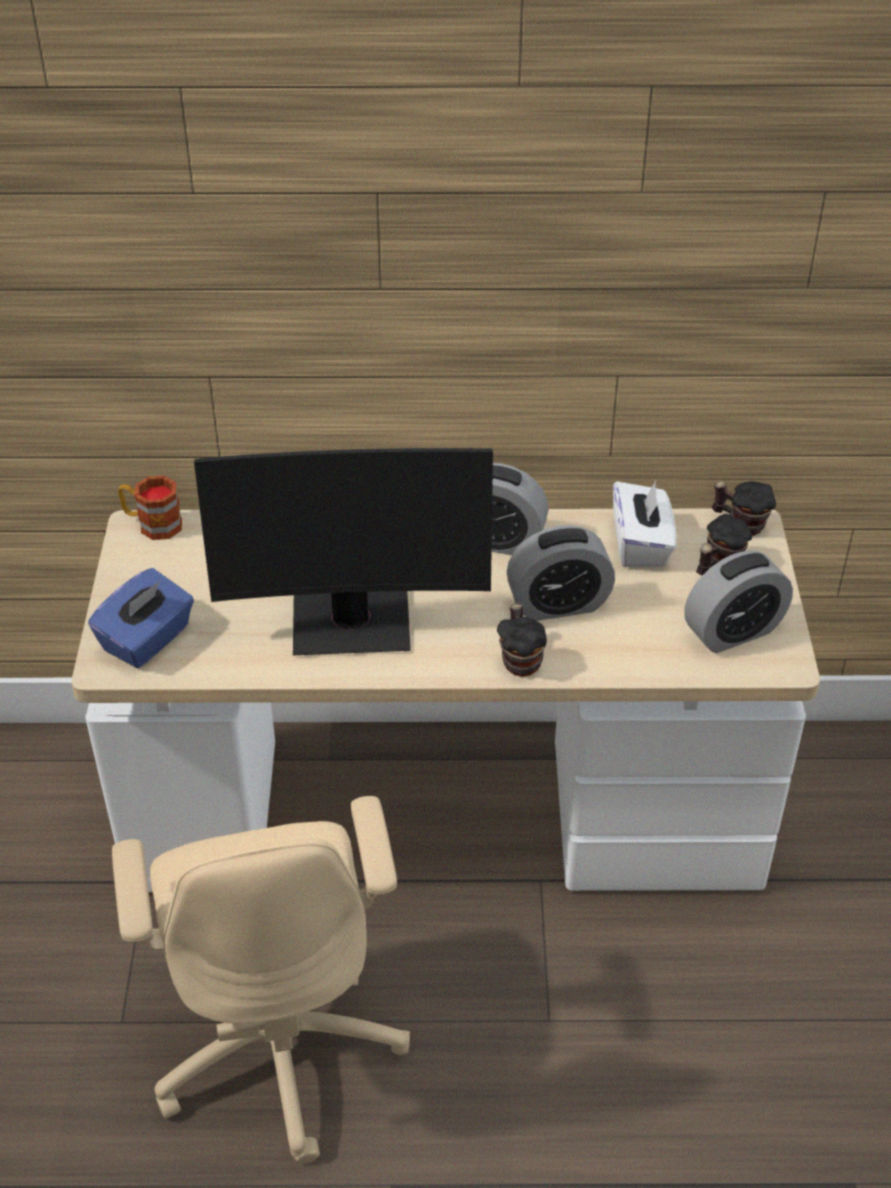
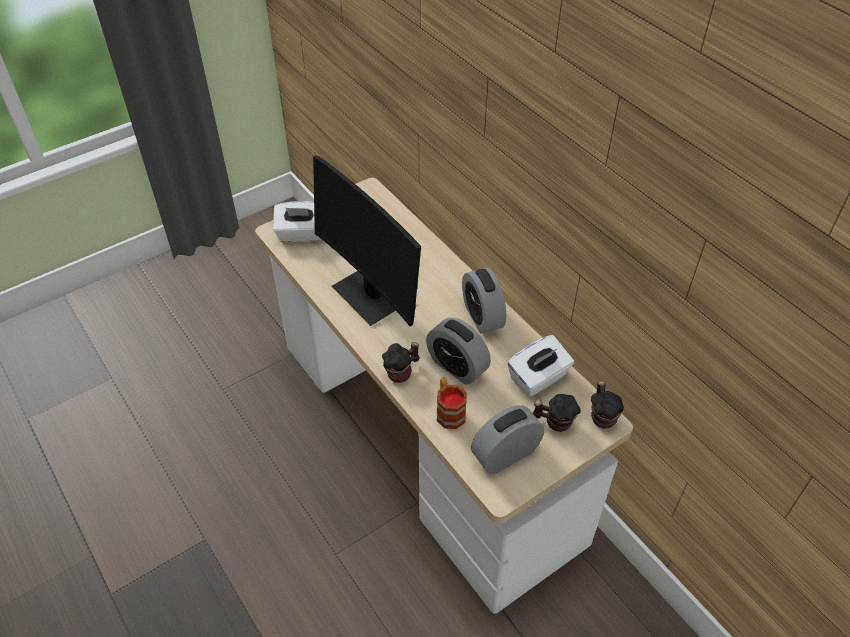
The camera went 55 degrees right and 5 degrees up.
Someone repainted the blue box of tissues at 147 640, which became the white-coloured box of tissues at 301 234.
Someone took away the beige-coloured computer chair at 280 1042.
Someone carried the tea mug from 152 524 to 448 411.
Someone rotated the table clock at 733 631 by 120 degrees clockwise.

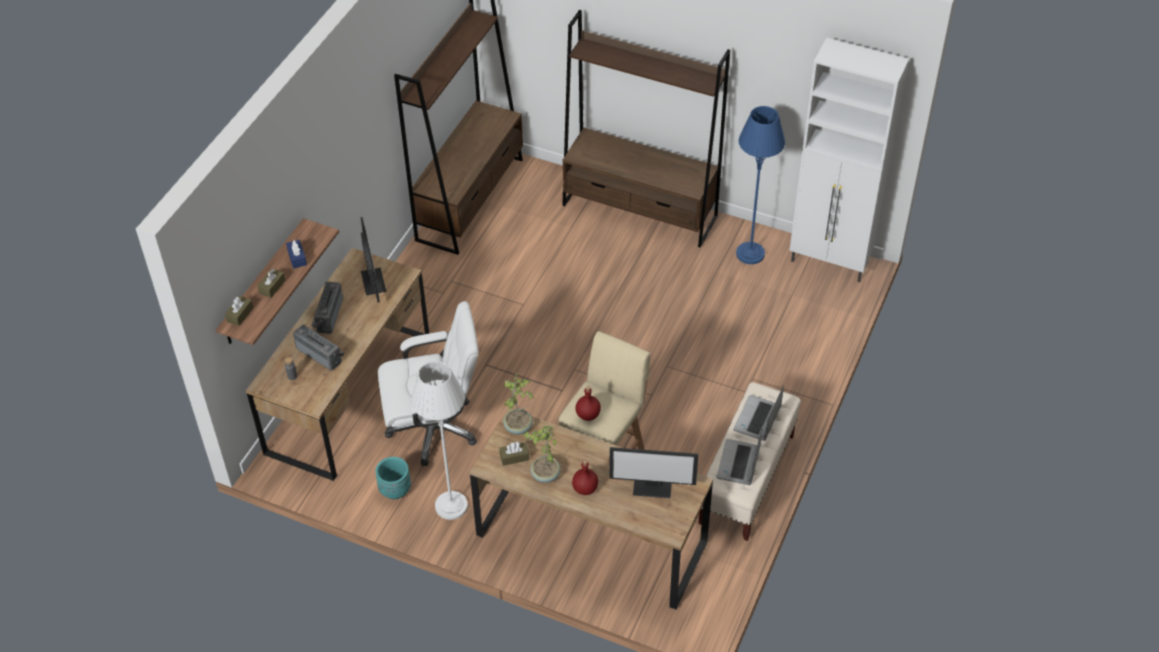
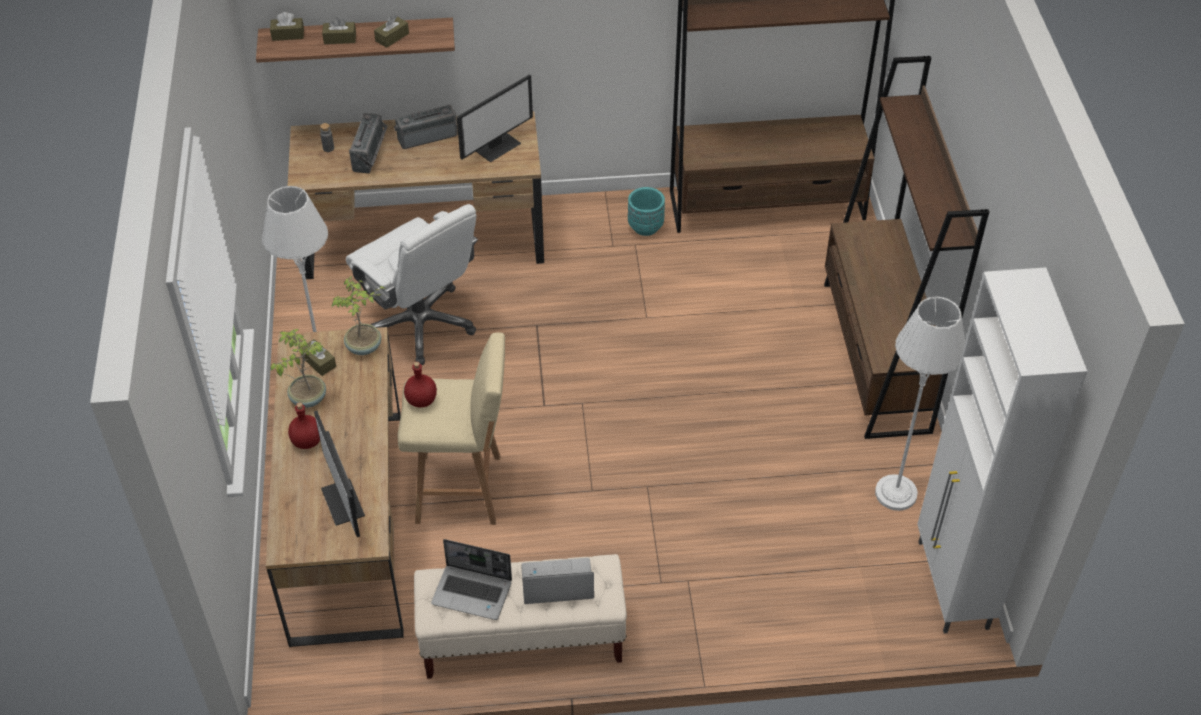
The camera went 60 degrees right and 0 degrees up.
Someone repainted the blue box of tissues at 297 258, which became the brown box of tissues at 392 37.
Someone carried the turquoise-coloured flower pot from 395 490 to 645 227.
Someone rotated the portable computer at 739 464 by 150 degrees counterclockwise.
Someone repainted the blue standing lamp at 750 254, which became the white-coloured standing lamp at 896 493.

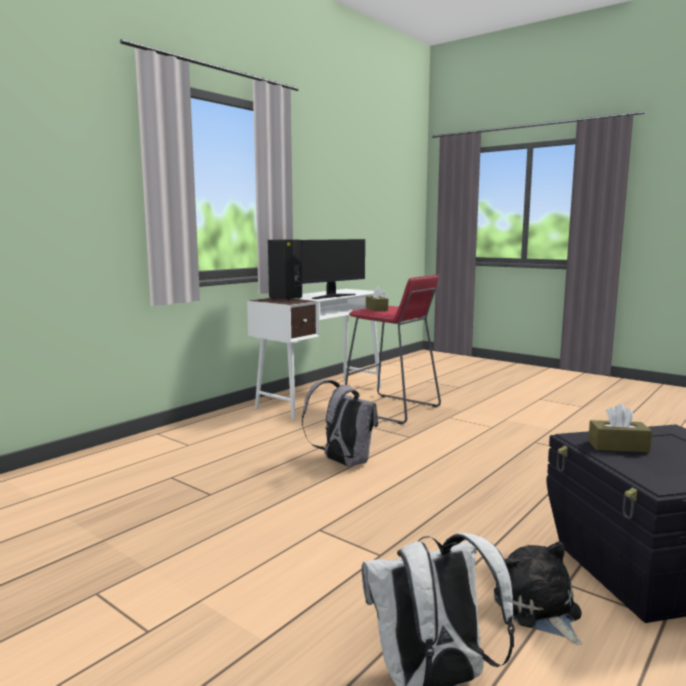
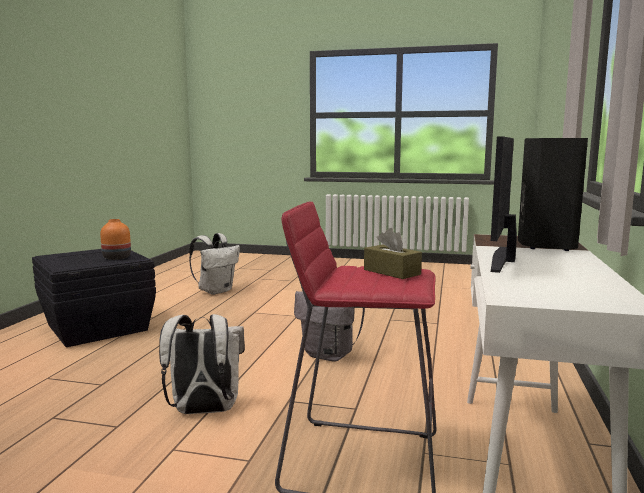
The camera went 155 degrees right and 0 degrees up.
Someone took away the cuddly toy at 538 609.
Someone swapped the brown box of tissues at 618 446 for the orangey flower vase at 117 257.
Someone put down the white-coloured rucksack at 203 411.

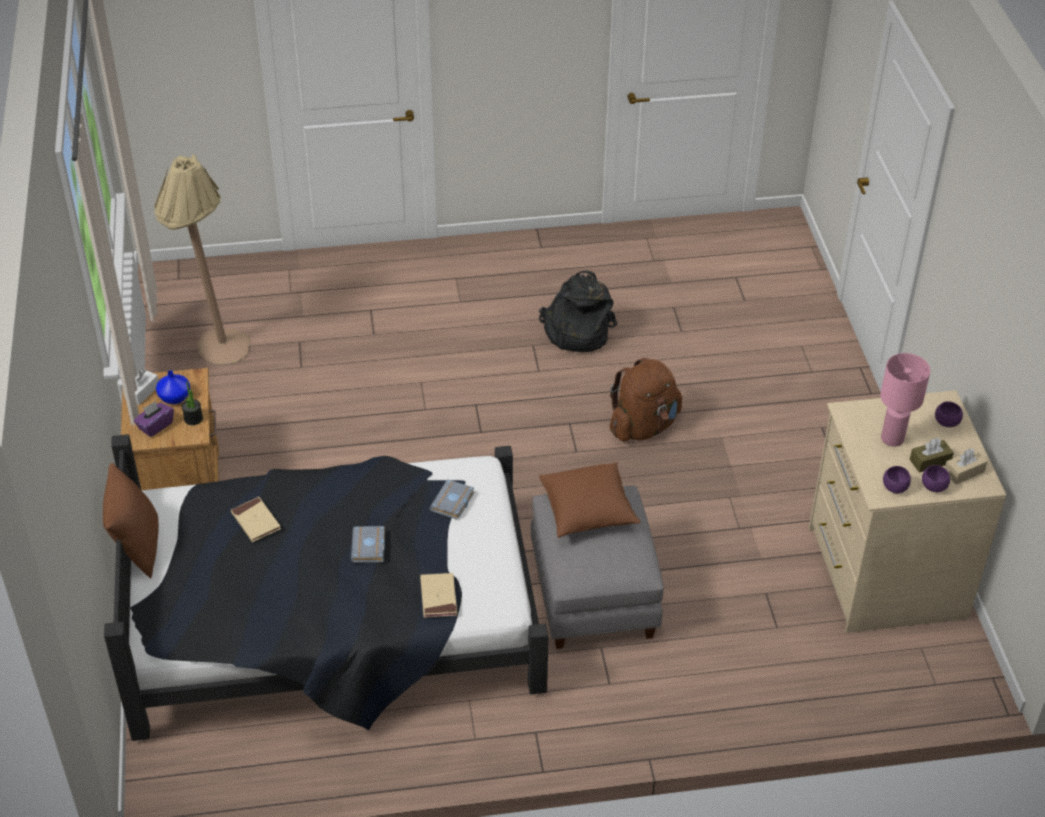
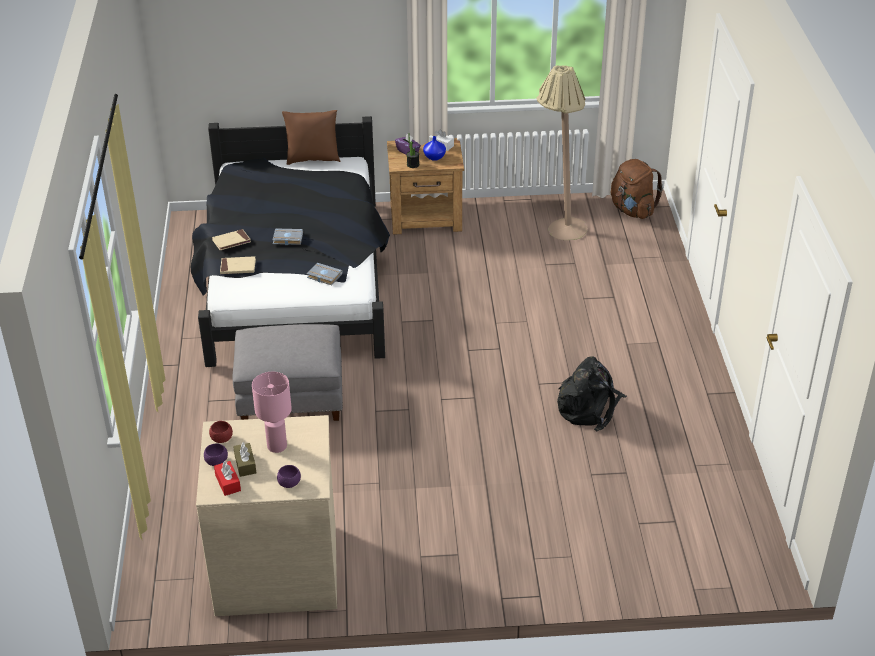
The camera went 95 degrees right and 5 degrees down.
Someone carried the beige-coloured volume from 256 521 to 231 241.
Someone took away the brown pillow at 588 511.
Someone carried the brown rucksack from 643 426 to 632 210.
Someone repainted the purple-coloured bowl at 895 487, which became the red-coloured bowl at 221 438.
Someone repainted the beige-coloured box of tissues at 964 472, which became the red-coloured box of tissues at 228 483.

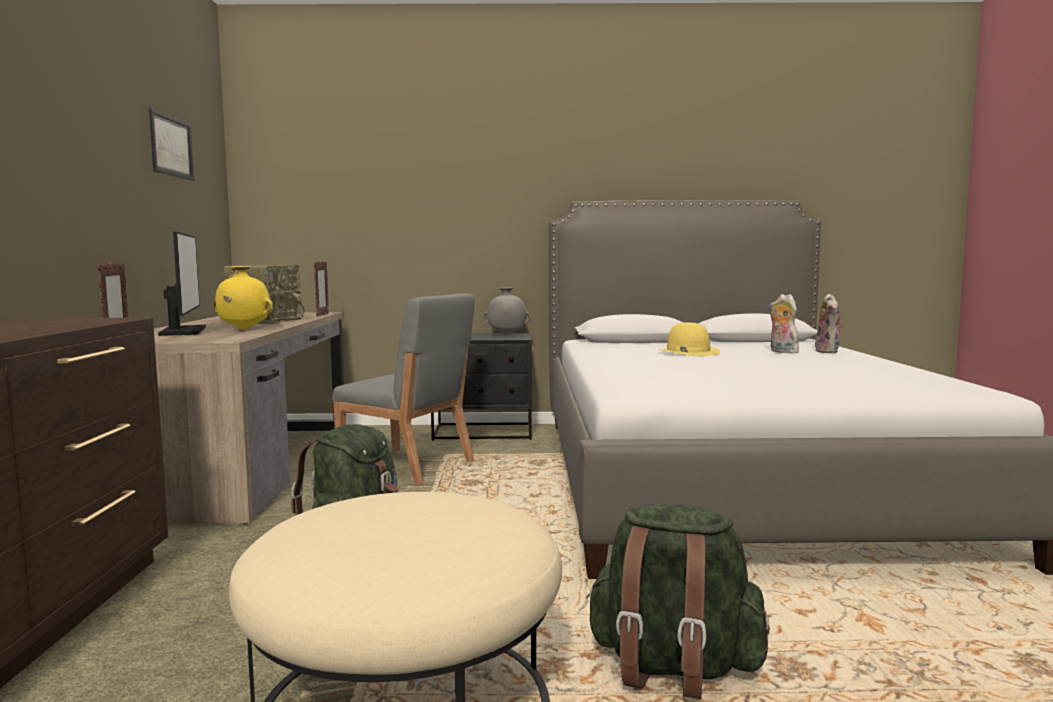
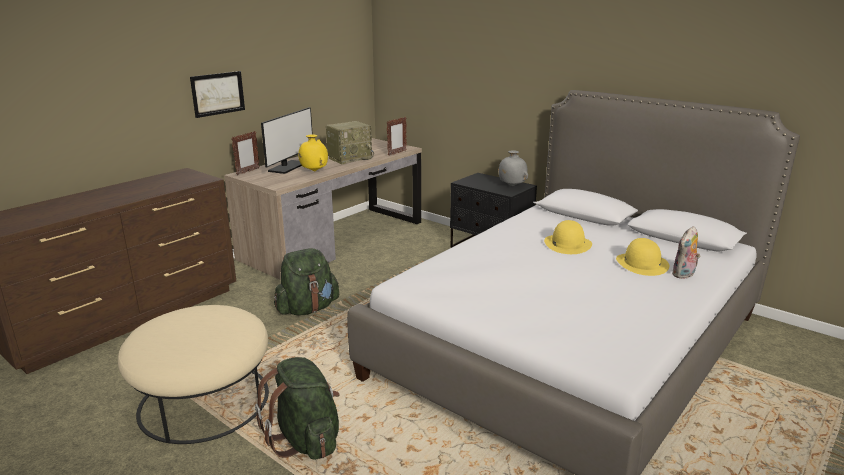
The camera went 40 degrees right and 15 degrees up.
Someone carried the wall picture from 171 146 to 218 93.
Someone took away the grey upright chair at 407 466.
Someone swapped the cuddly toy at 781 352 for the yellow-coloured hat at 642 264.

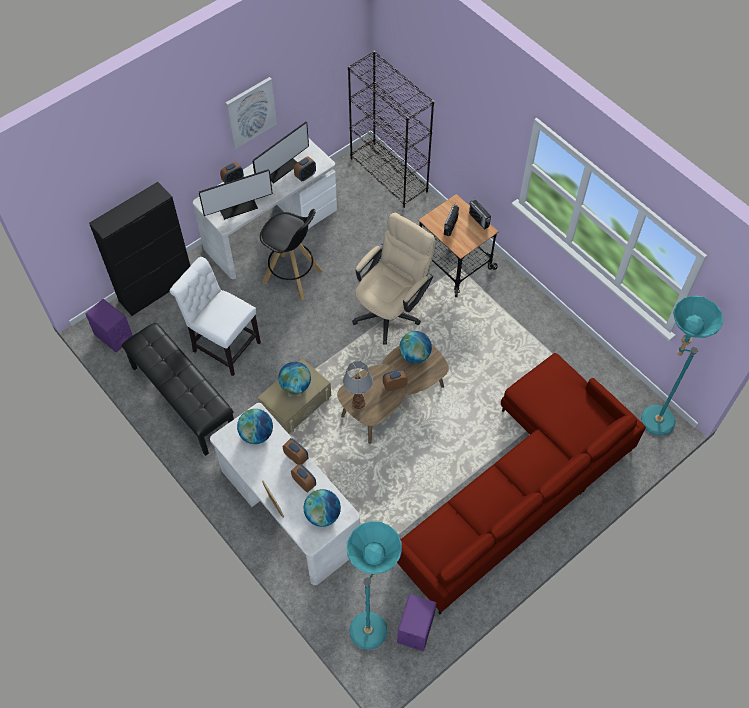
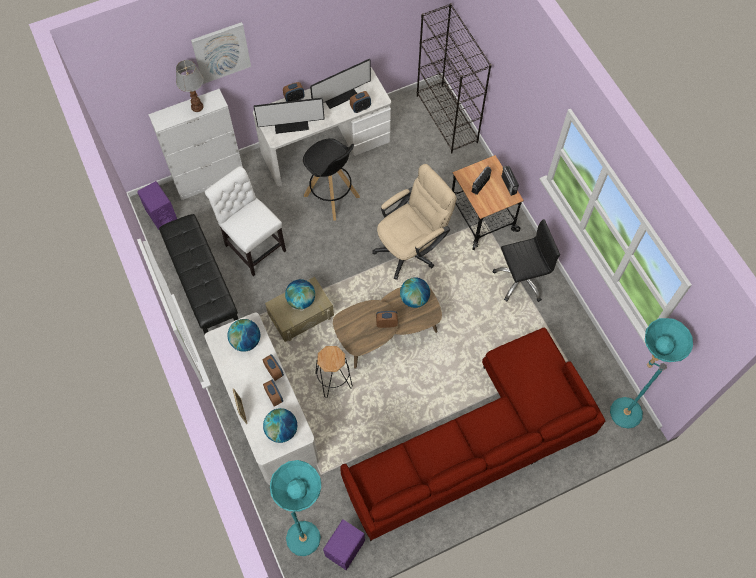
The camera went 15 degrees right and 5 degrees up.
Someone repainted the black-coloured cabinet at 156 288, which became the white-coloured cabinet at 210 179.
Someone carried the wall picture from 250 112 to 221 52.
Someone carried the table lamp from 358 402 to 197 106.
Someone put down the black-coloured sitting stool at 334 380.
Someone put down the black-coloured computer chair at 521 279.

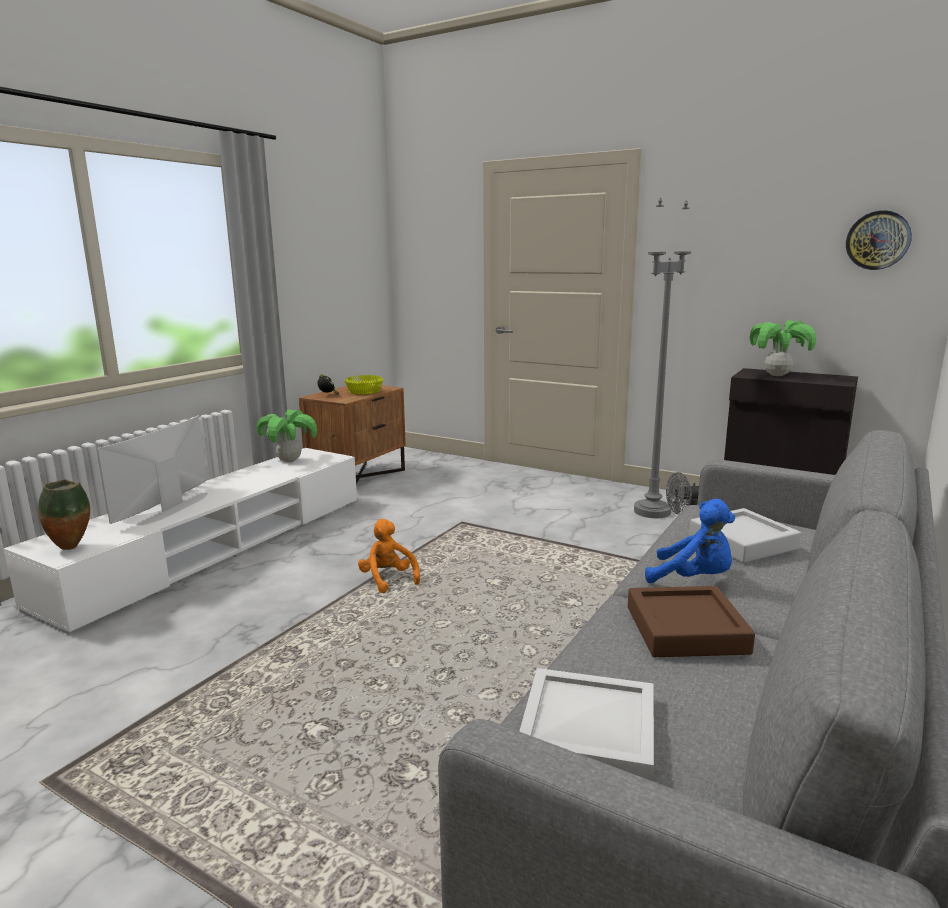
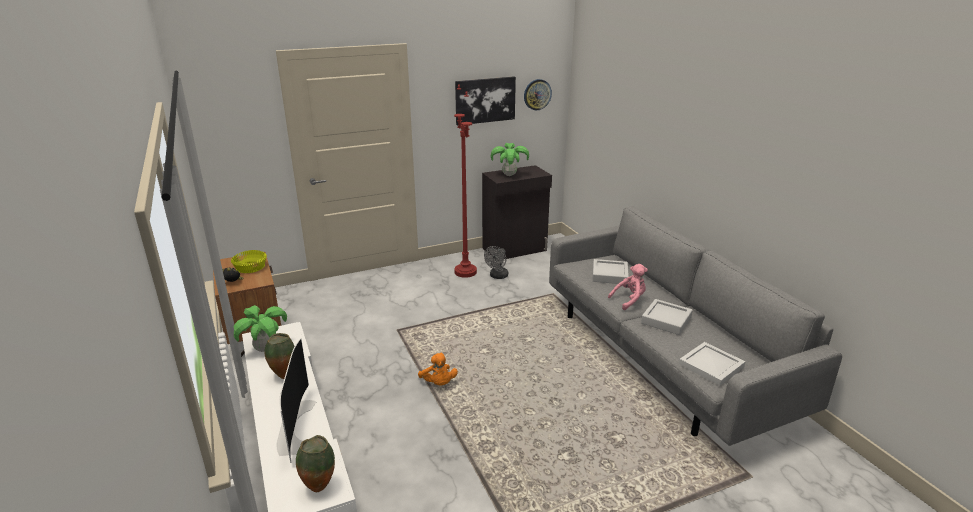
The camera went 55 degrees left and 10 degrees up.
Someone rotated the TV at 170 508 by 150 degrees counterclockwise.
Someone rotated the orangey cuddly toy at 388 579 by 120 degrees counterclockwise.
Someone repainted the brown carrying tray at 686 630, which became the grey carrying tray at 666 320.
Someone repainted the grey standing lamp at 652 511, which became the red-coloured standing lamp at 465 272.
Someone repainted the blue cuddly toy at 693 579, which became the pink-coloured cuddly toy at 629 300.
Someone put down the flower vase at 284 376.
Someone put up the wall picture at 485 100.

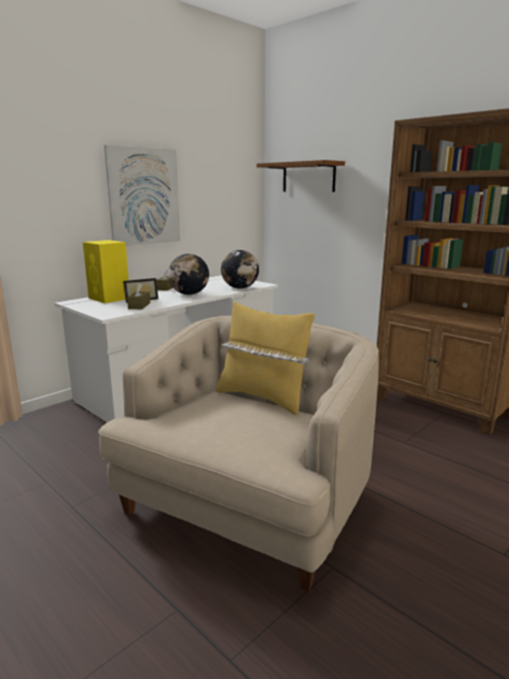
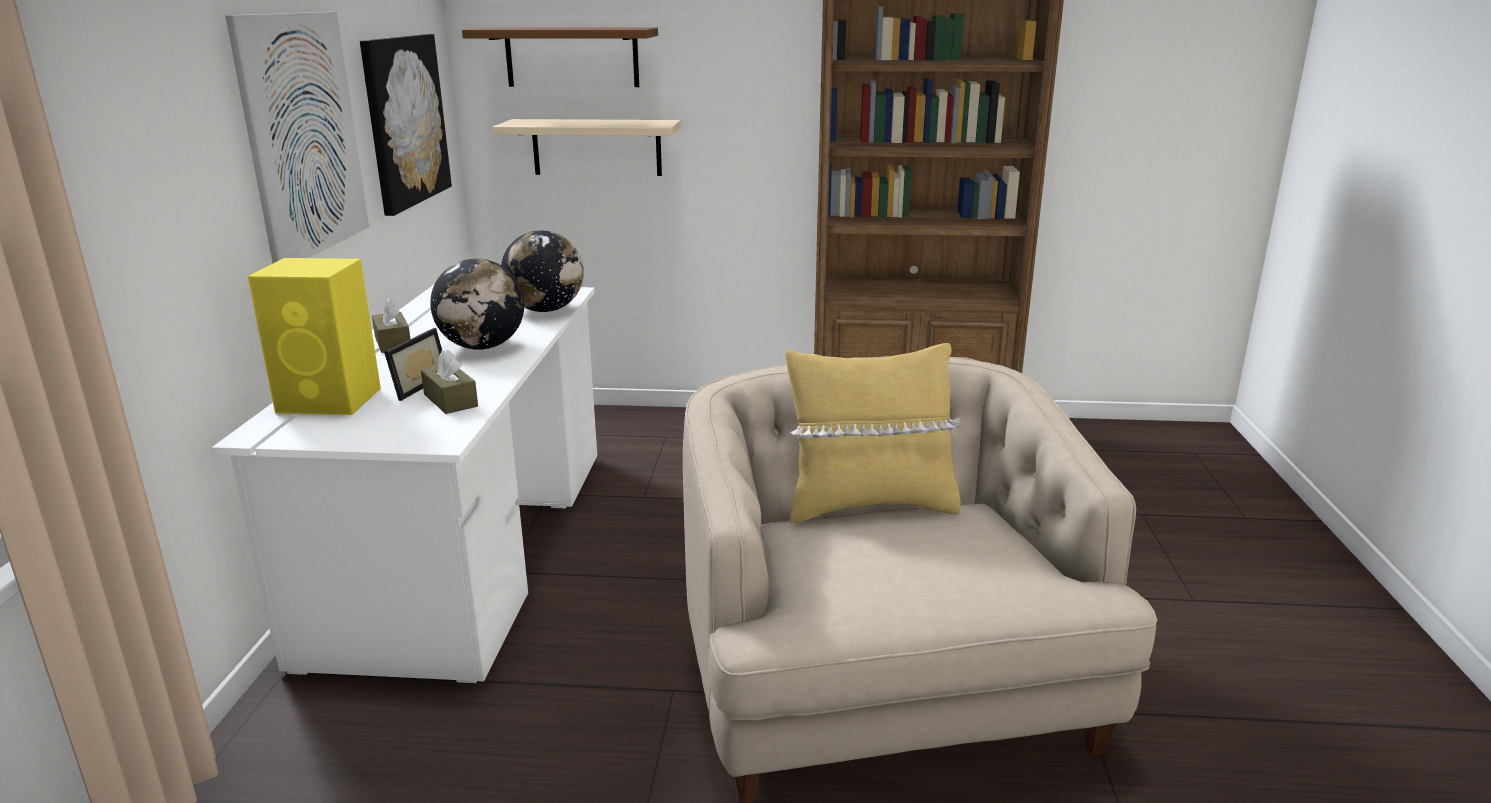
The camera went 40 degrees left and 5 degrees up.
Someone put up the wall picture at 404 121.
Someone put up the beige-coloured bracket shelf at 597 147.

